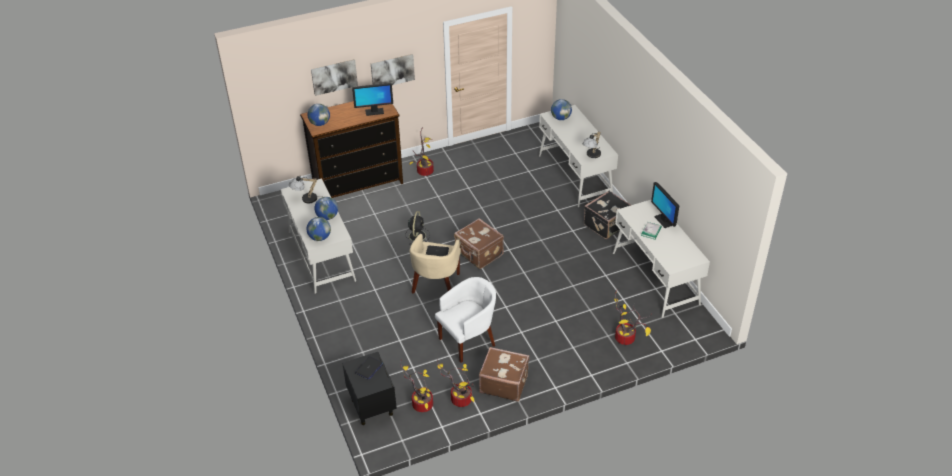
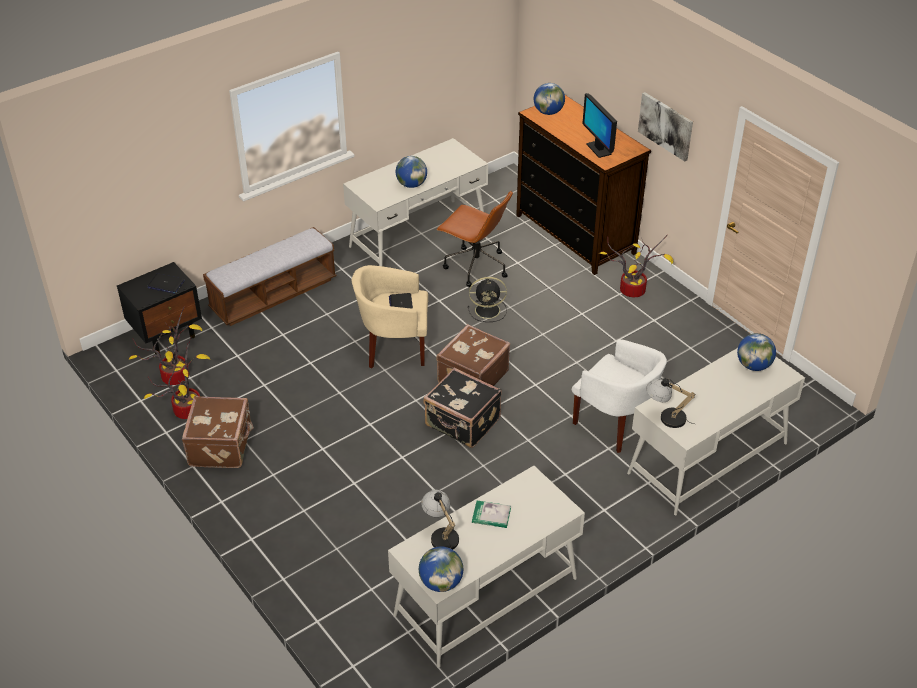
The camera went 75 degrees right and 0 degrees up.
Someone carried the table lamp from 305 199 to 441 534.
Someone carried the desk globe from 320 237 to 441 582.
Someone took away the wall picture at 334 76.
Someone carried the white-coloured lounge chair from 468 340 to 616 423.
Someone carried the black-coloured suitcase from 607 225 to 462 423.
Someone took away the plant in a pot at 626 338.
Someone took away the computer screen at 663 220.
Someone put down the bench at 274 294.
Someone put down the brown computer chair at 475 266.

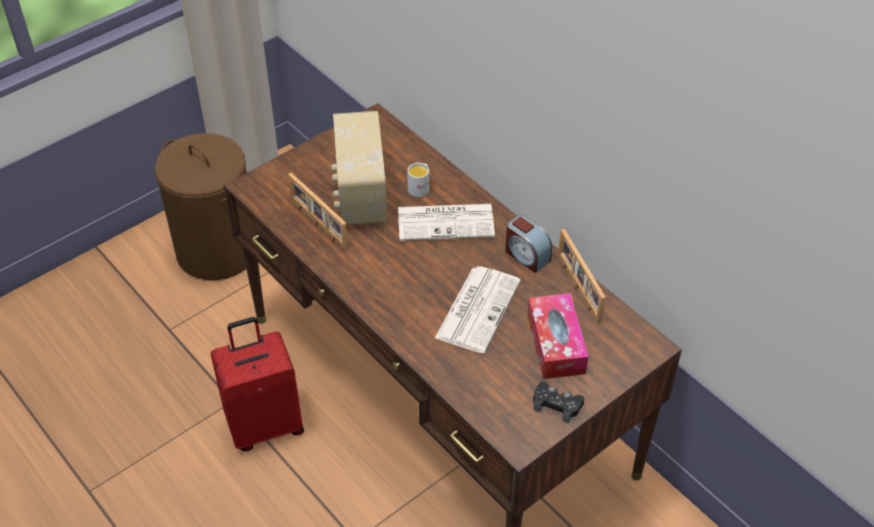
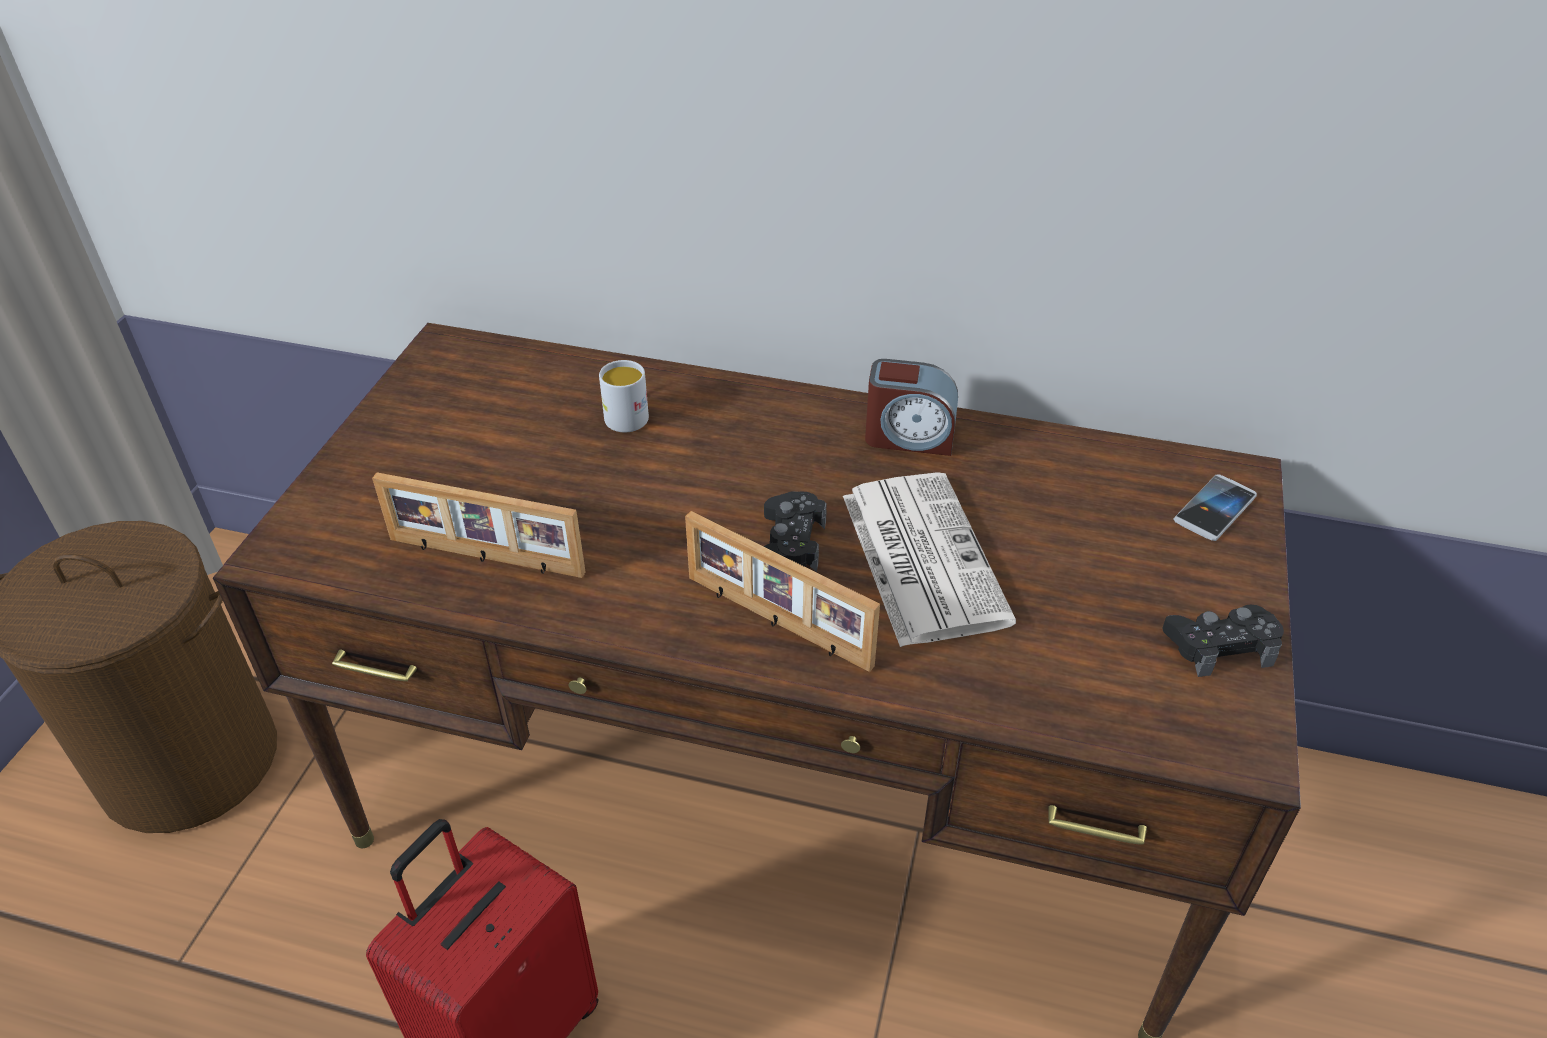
The camera went 35 degrees left and 5 degrees down.
Someone took away the radio at 360 194.
Someone took away the printed paper at 447 222.
Someone took away the box of tissues at 555 344.
Someone carried the standing frame from 577 288 to 776 622.
Someone put down the black-coloured game controller at 789 543.
Someone put down the handset at 1214 509.

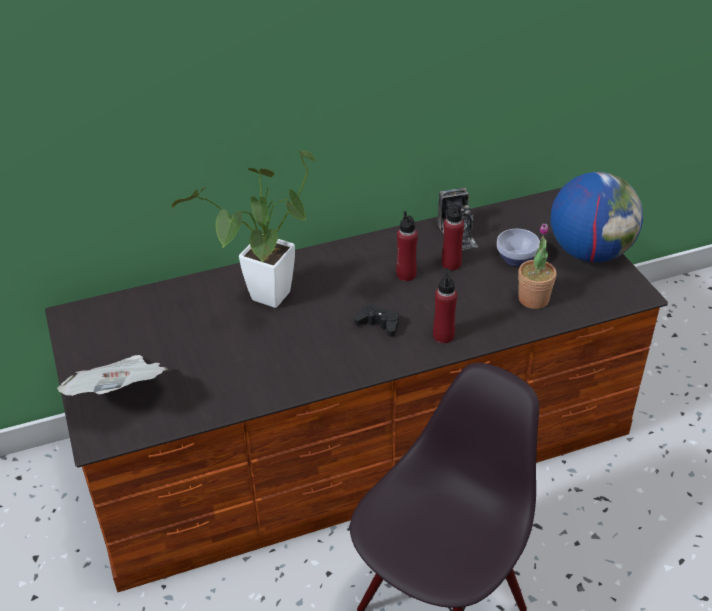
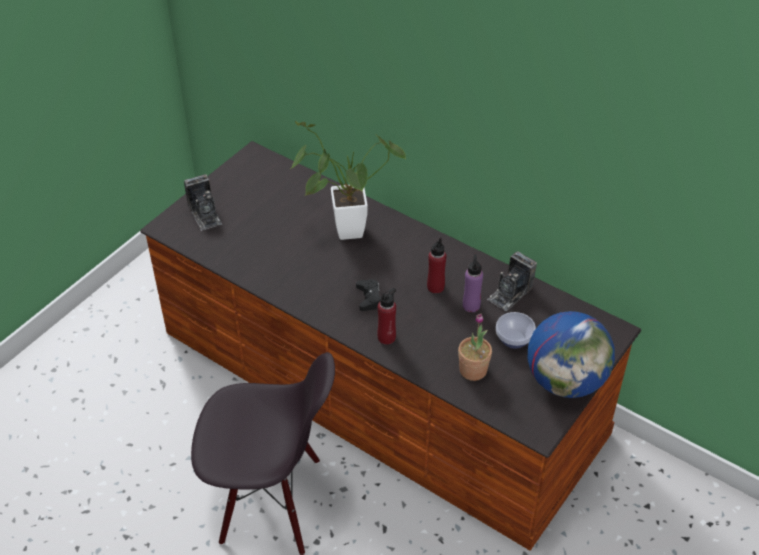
The camera went 55 degrees right and 5 degrees up.
Someone swapped the printed paper at 119 395 for the photo camera at 205 214.
Someone repainted the red-coloured drink bottle at 451 264, which became the purple-coloured drink bottle at 471 305.

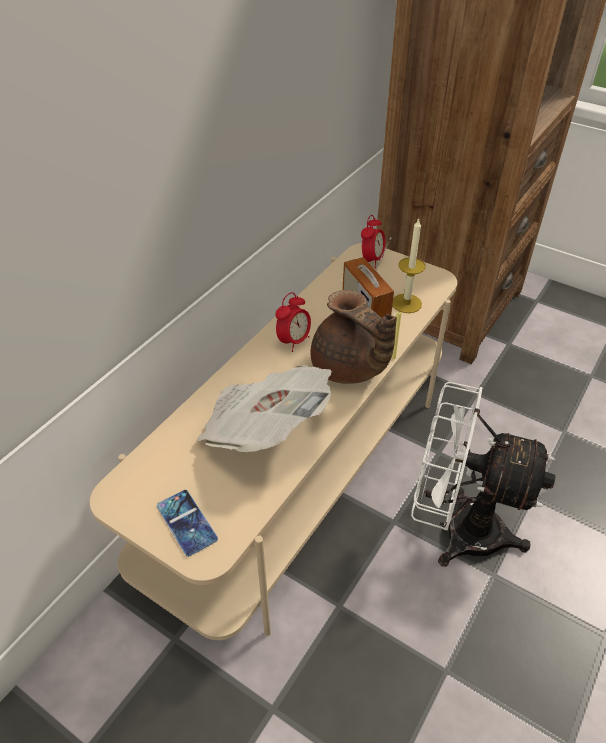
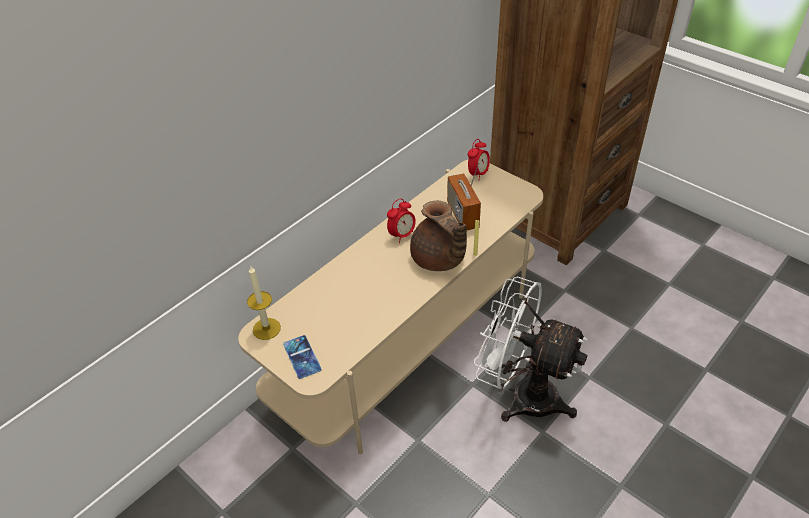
The camera went 10 degrees right and 0 degrees up.
Someone took away the printed paper at 264 429.
Someone carried the wax light from 406 303 to 266 329.

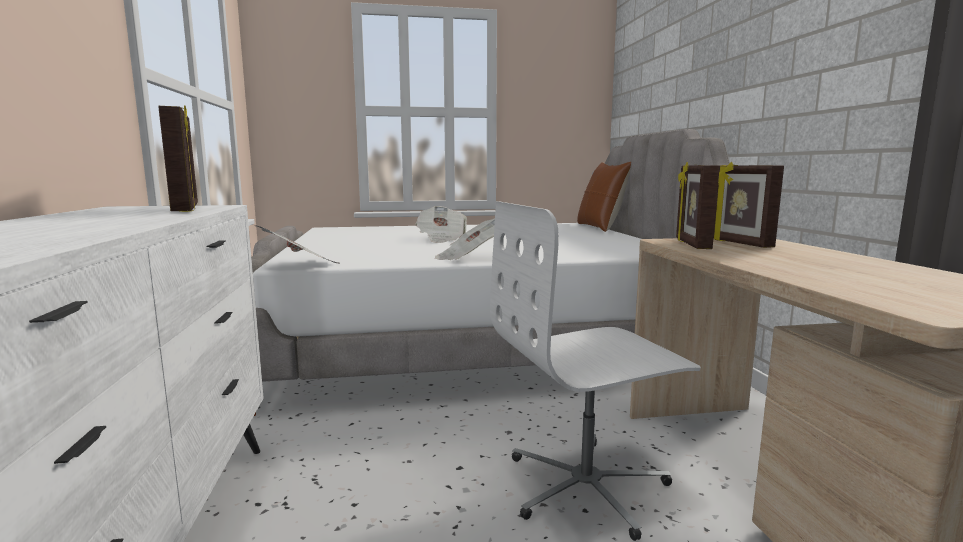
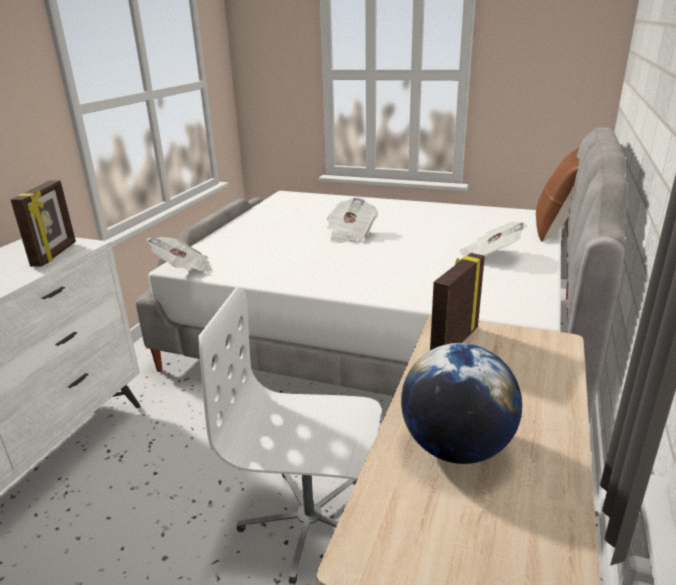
The camera went 30 degrees right and 15 degrees up.
Someone carried the printed paper from 470 258 to 489 256.
Someone took away the standing frame at 738 243.
Someone put down the desk globe at 456 448.

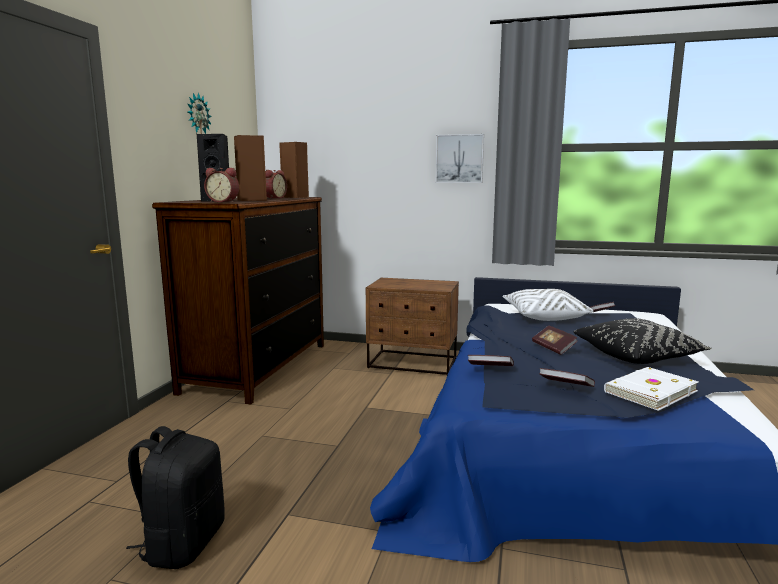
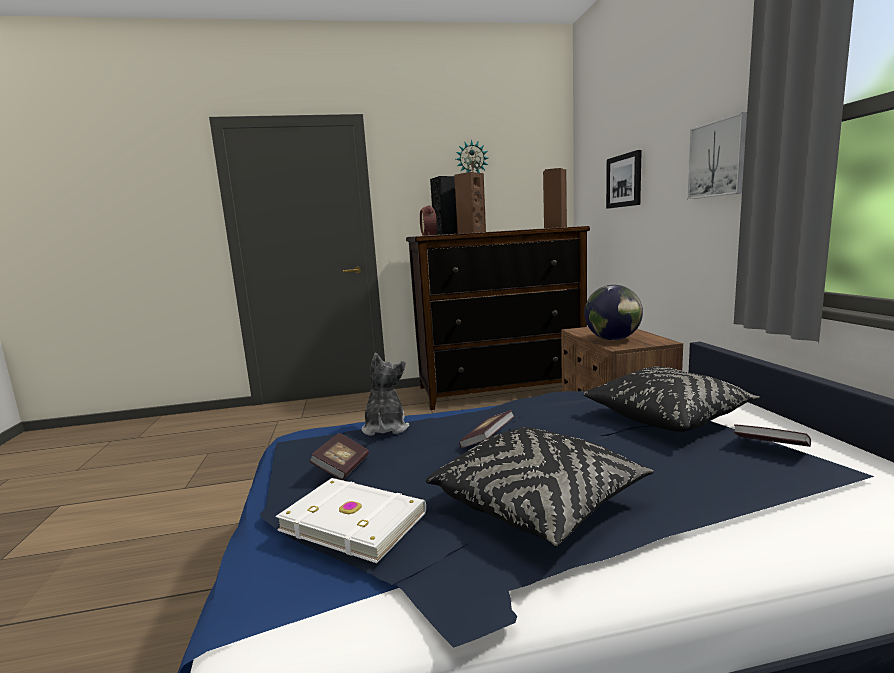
The camera went 65 degrees right and 0 degrees up.
Someone took away the black-coloured rucksack at 182 543.
Someone took away the table clock at 274 198.
Someone swapped the volume at 490 370 for the cuddly toy at 385 428.
Someone repainted the white-coloured pillow at 543 316, which became the black-coloured pillow at 667 416.
Someone put down the desk globe at 613 339.
Someone put up the wall picture at 624 181.

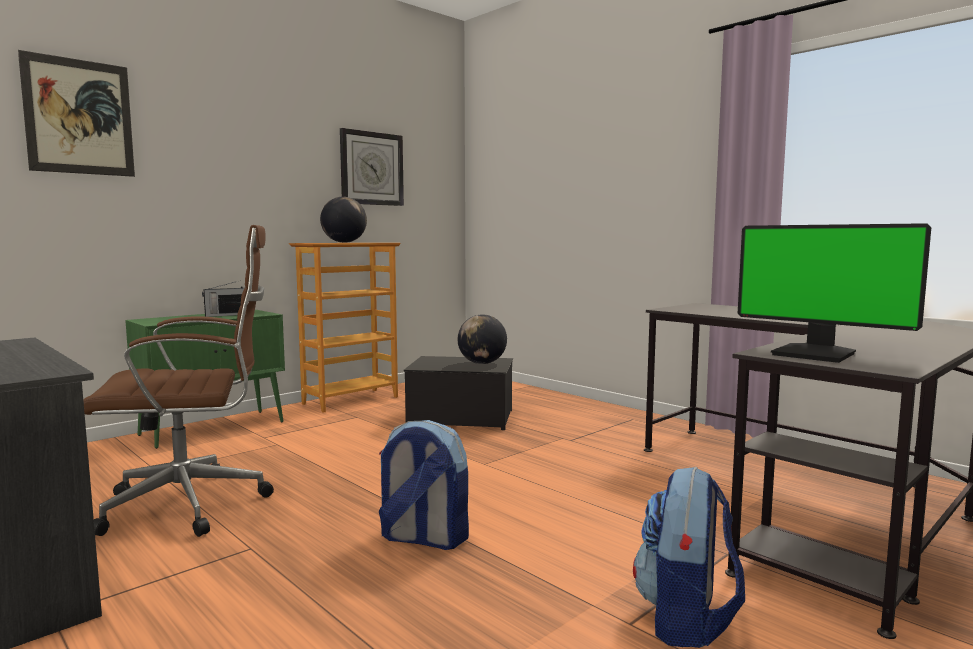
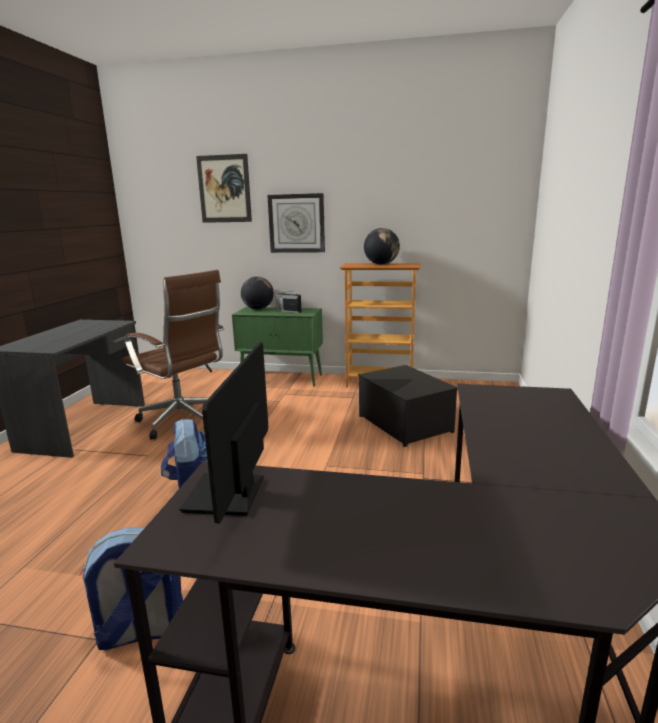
The camera went 55 degrees right and 10 degrees up.
Someone carried the hanging clock from 371 168 to 296 223.
Someone carried the desk globe from 482 363 to 258 309.

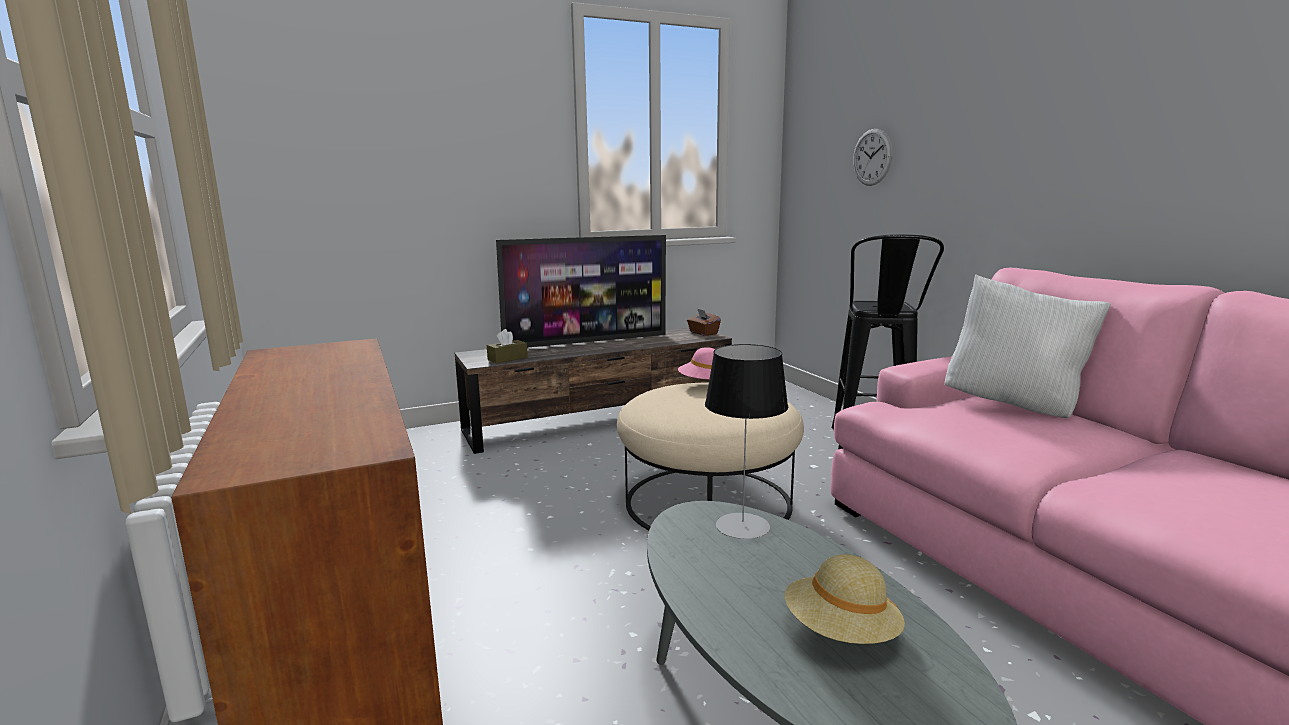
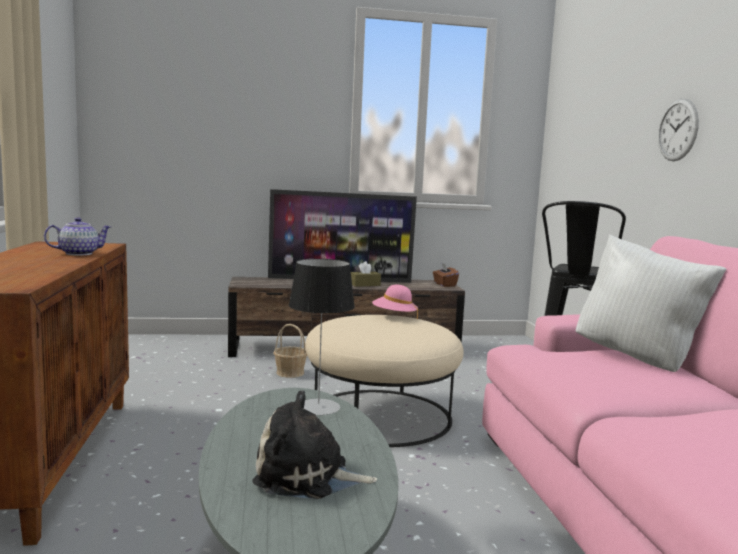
The camera went 15 degrees right and 5 degrees down.
Someone carried the brown box of tissues from 507 358 to 365 284.
Someone swapped the beige-coloured hat at 841 633 for the cuddly toy at 307 476.
Someone carried the hanging clock from 872 157 to 677 130.
Someone put down the pot for tea at 78 253.
Someone put down the basket at 290 373.

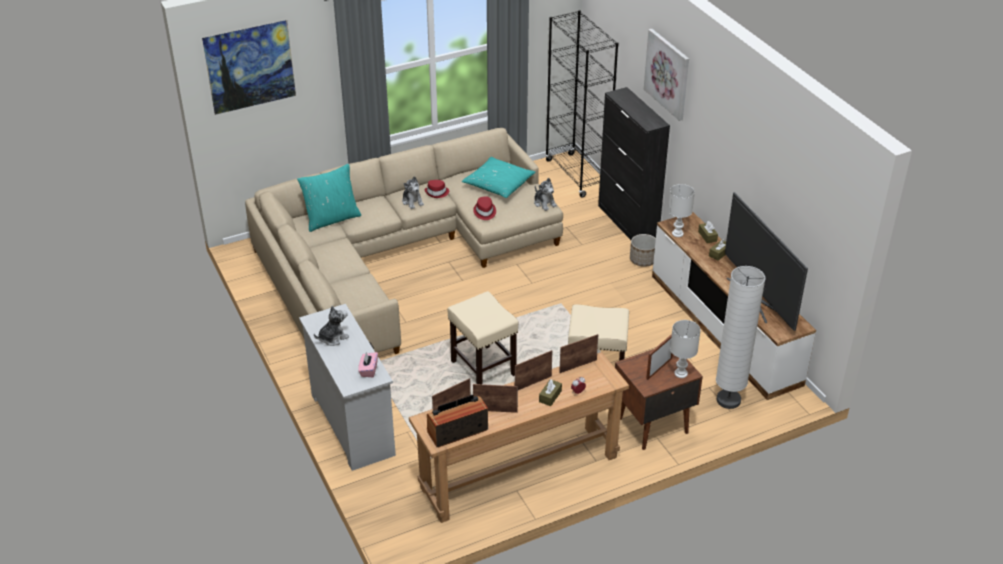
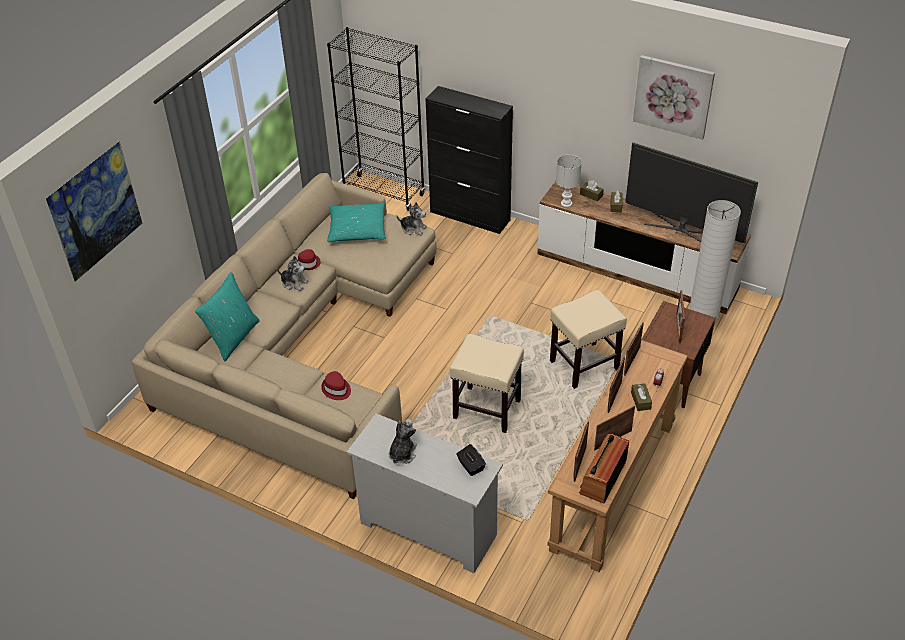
The camera went 35 degrees left and 5 degrees up.
Someone repainted the pink-coloured box of tissues at 368 370, which became the black-coloured box of tissues at 470 466.
Someone carried the red-coloured hat from 484 212 to 336 389.
Someone took away the flower pot at 643 260.
Someone carried the wall picture from 668 73 to 673 96.
Someone took away the white-coloured table lamp at 680 373.

